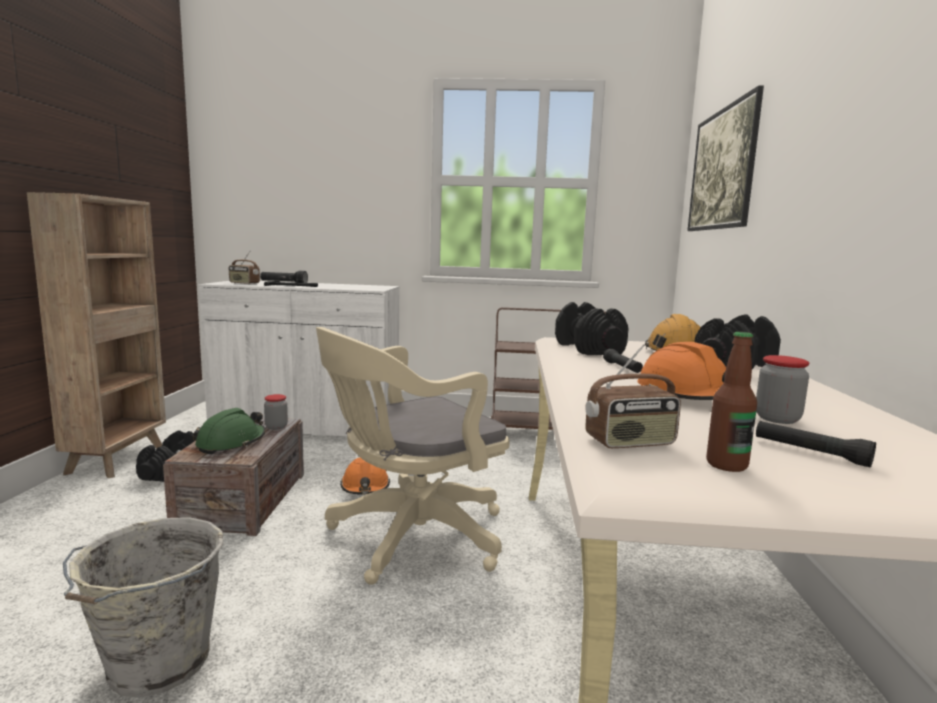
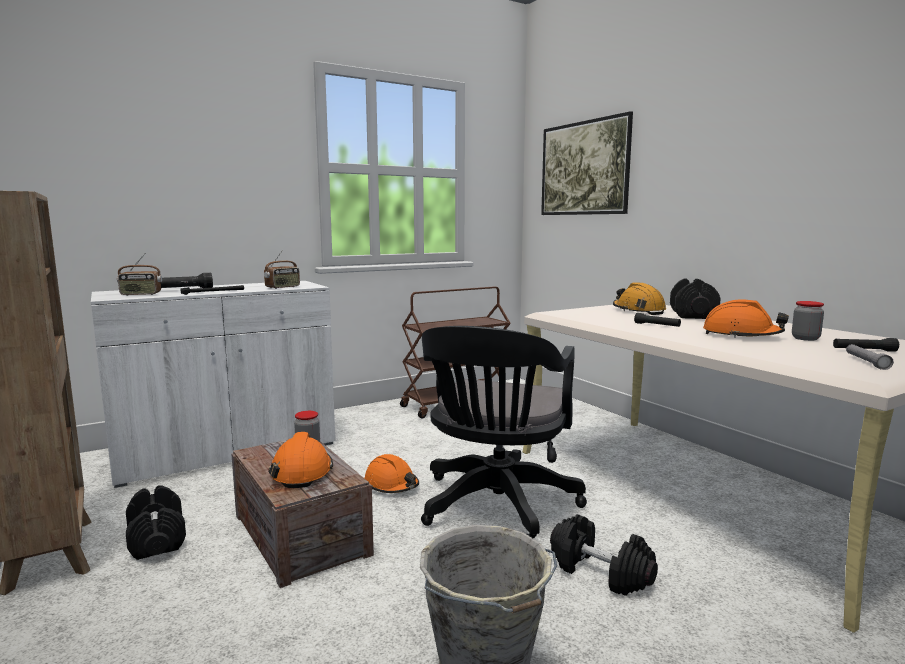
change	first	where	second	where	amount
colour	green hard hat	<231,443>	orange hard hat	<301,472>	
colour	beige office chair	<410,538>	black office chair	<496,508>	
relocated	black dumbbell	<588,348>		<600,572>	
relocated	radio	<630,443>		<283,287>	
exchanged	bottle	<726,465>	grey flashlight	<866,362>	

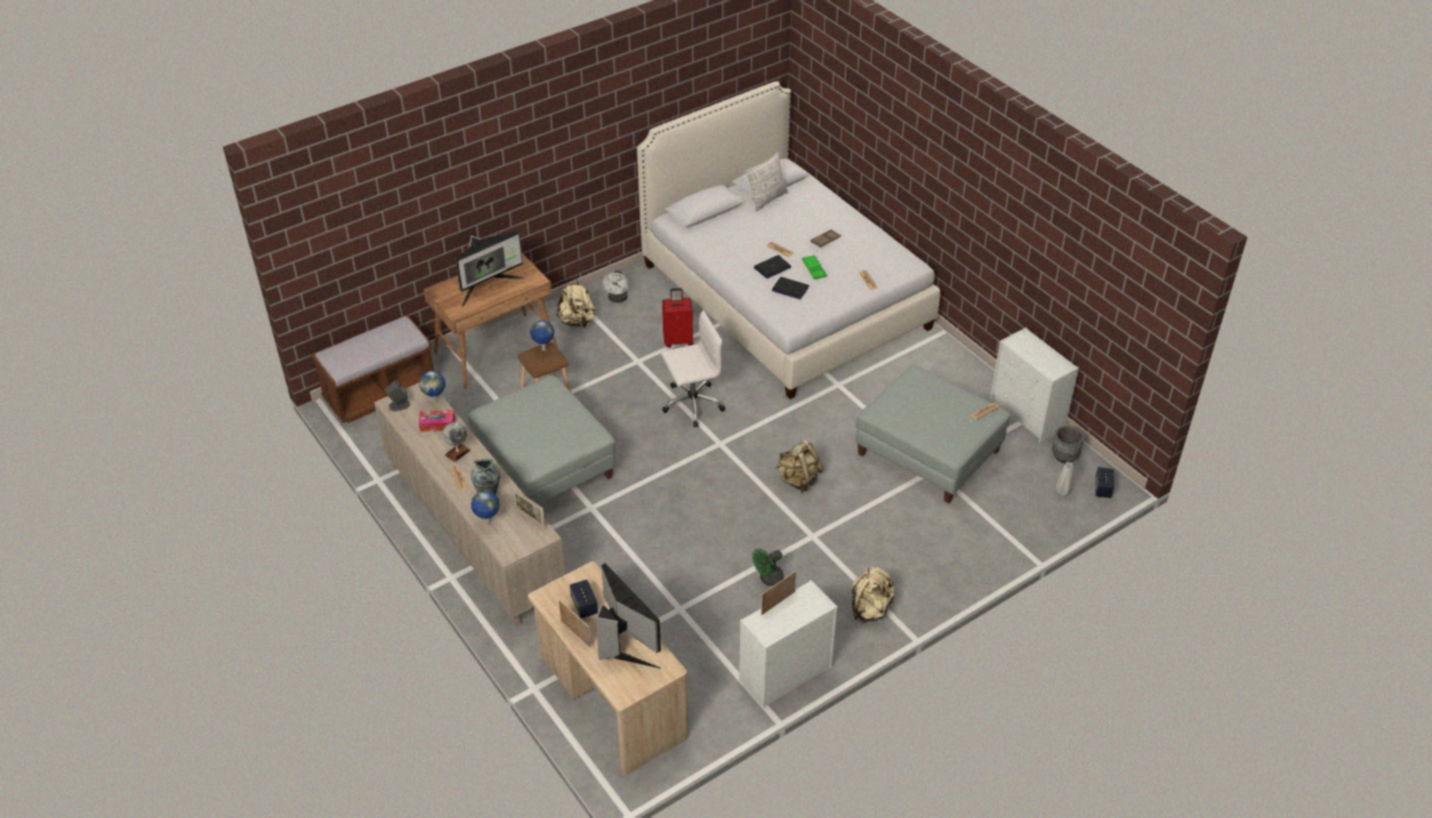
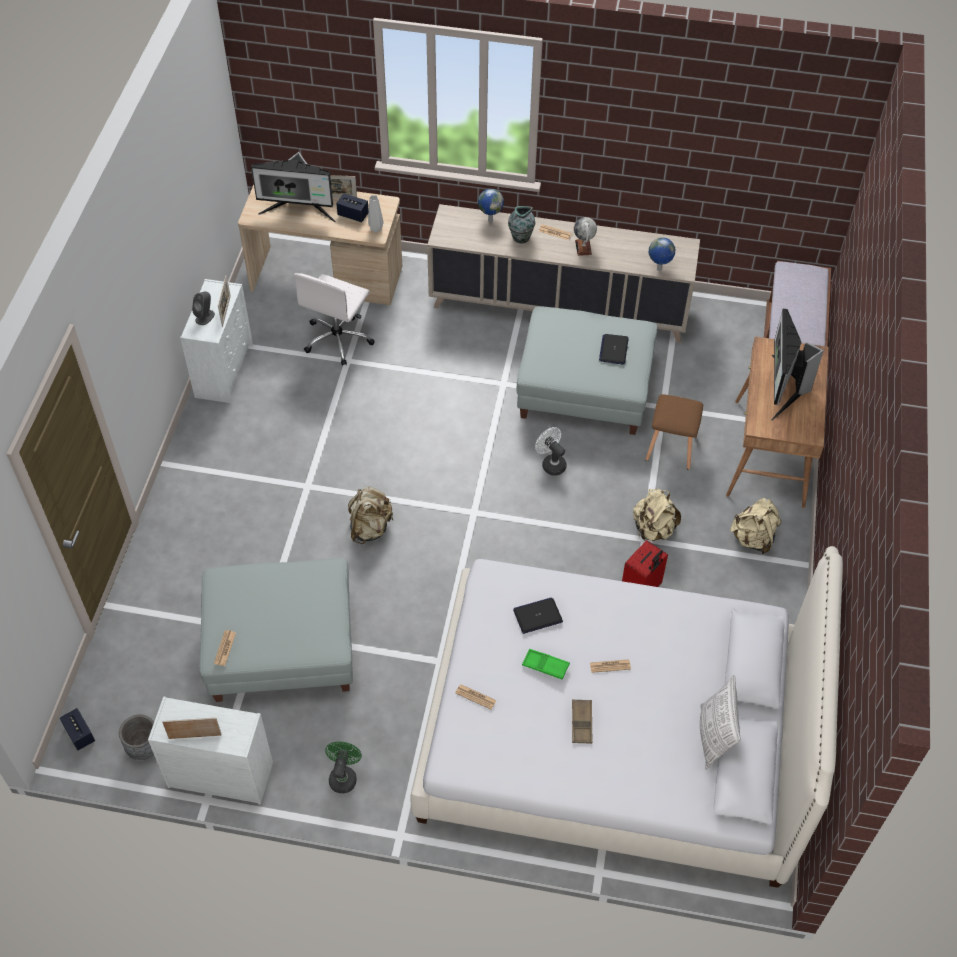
change	first	where	second	where	amount
relocated	grey speaker	<399,405>		<205,317>	
missing	tissue box	<437,425>			
relocated	picture frame	<529,519>		<195,736>	
missing	globe	<544,350>			
relocated	white fan	<617,299>		<551,463>	
relocated	white office chair	<691,404>		<338,339>	
relocated	green fan	<768,579>		<343,776>	
relocated	laptop	<772,267>		<613,349>	
relocated	beige backpack	<870,609>		<653,529>	
relocated	grey vase	<1062,492>		<375,229>	

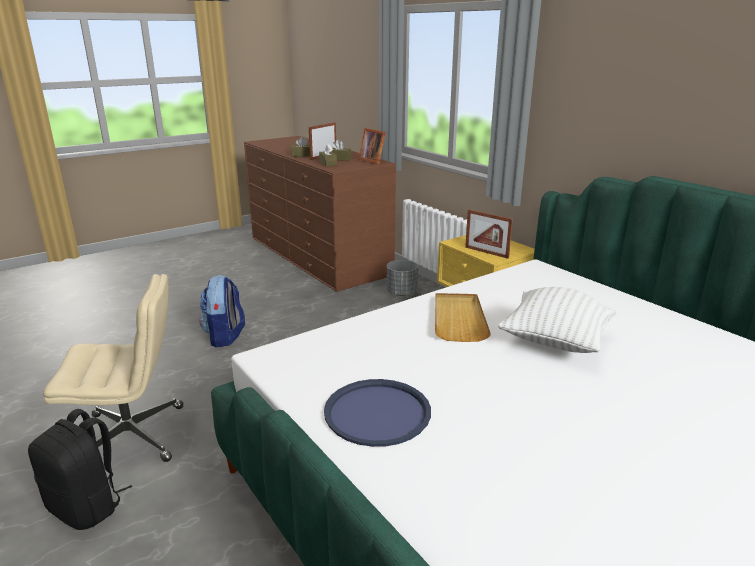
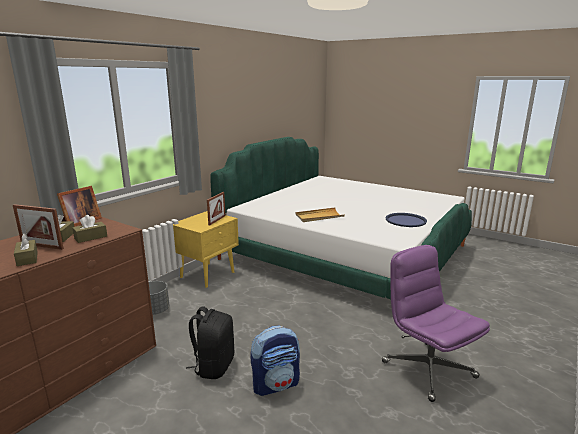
change	first	where	second	where	amount
relocated	black backpack	<87,507>		<214,366>	
colour	beige office chair	<132,437>	purple office chair	<427,369>	
missing	white pillow	<554,342>			

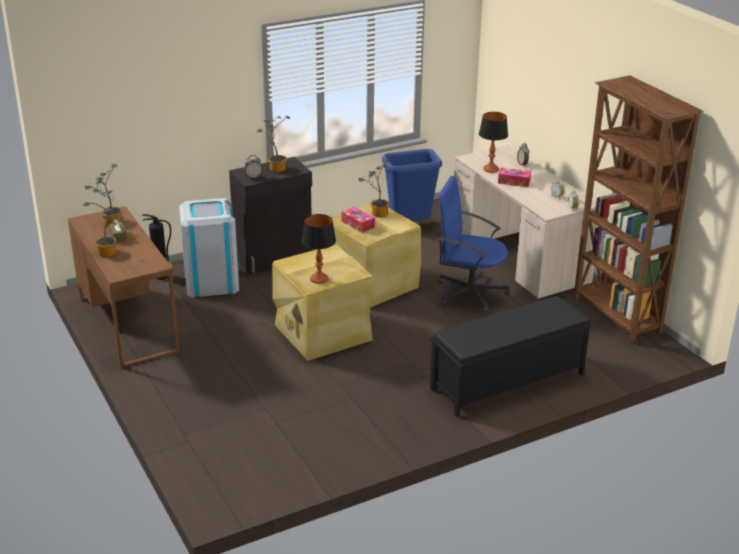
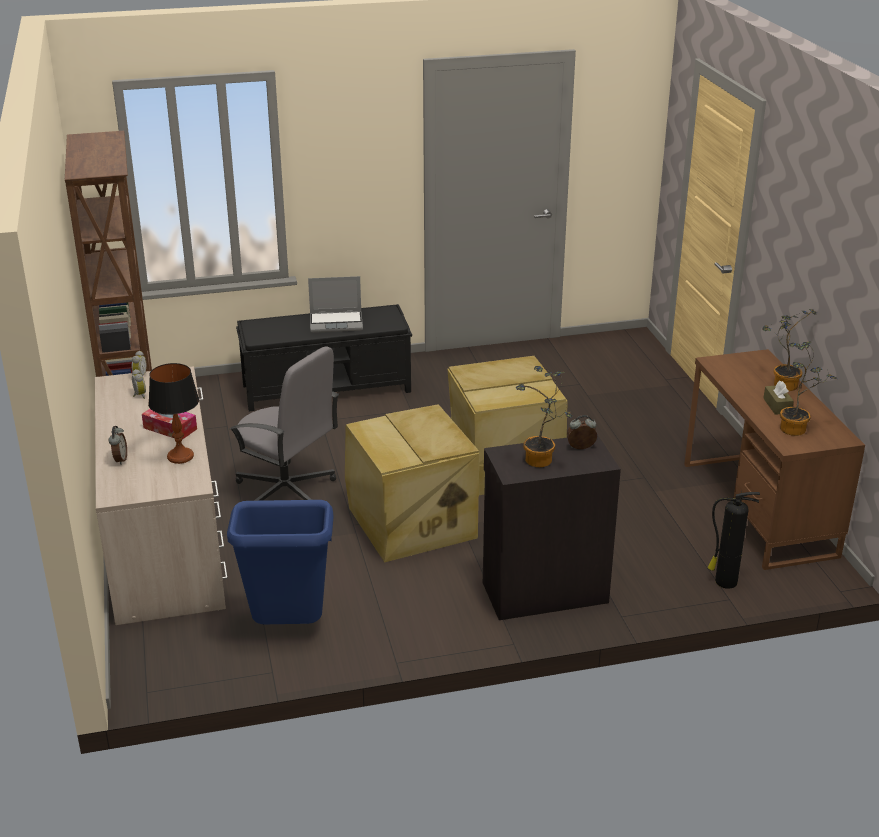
change	first	where	second	where	amount
missing	grey trash can	<211,282>			
missing	table lamp	<319,279>			
missing	tissue box	<358,224>			
missing	potted plant	<377,213>			
colour	blue office chair	<469,292>	grey office chair	<286,491>	
appeared			laptop	<337,322>	

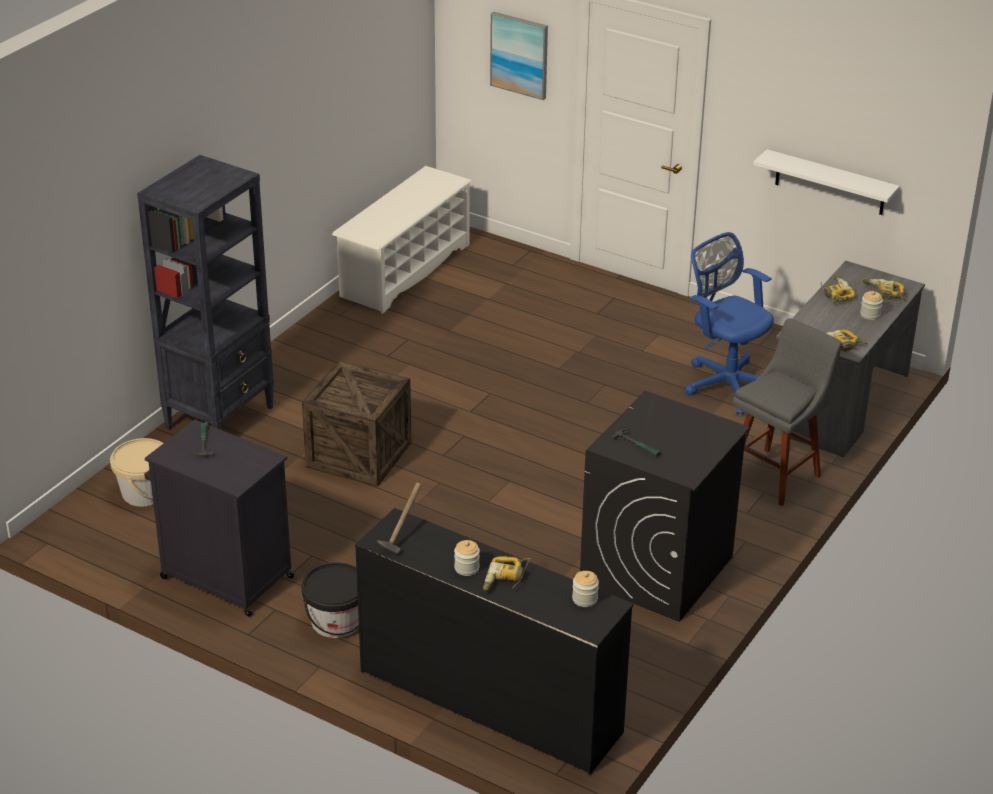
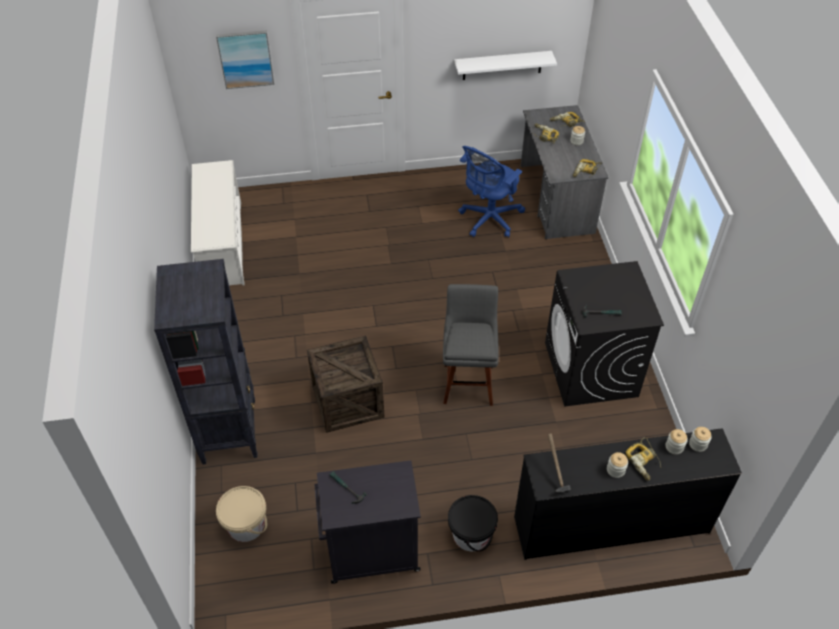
change	first	where	second	where	amount
spun	blue office chair	<726,383>		<488,220>	60 degrees counterclockwise
relocated	grey stool	<777,475>		<468,381>	
appeared			jar	<674,447>	

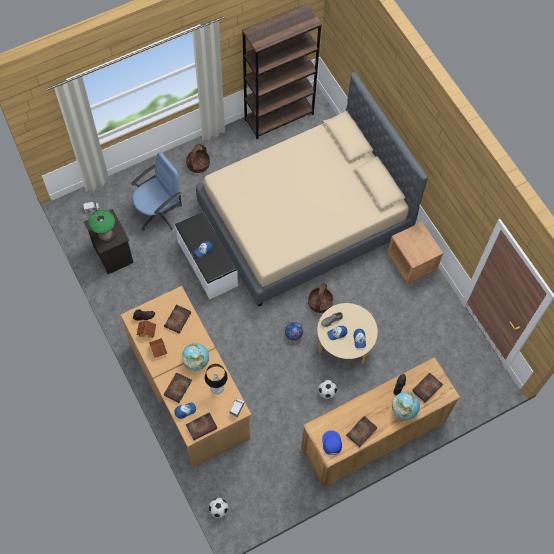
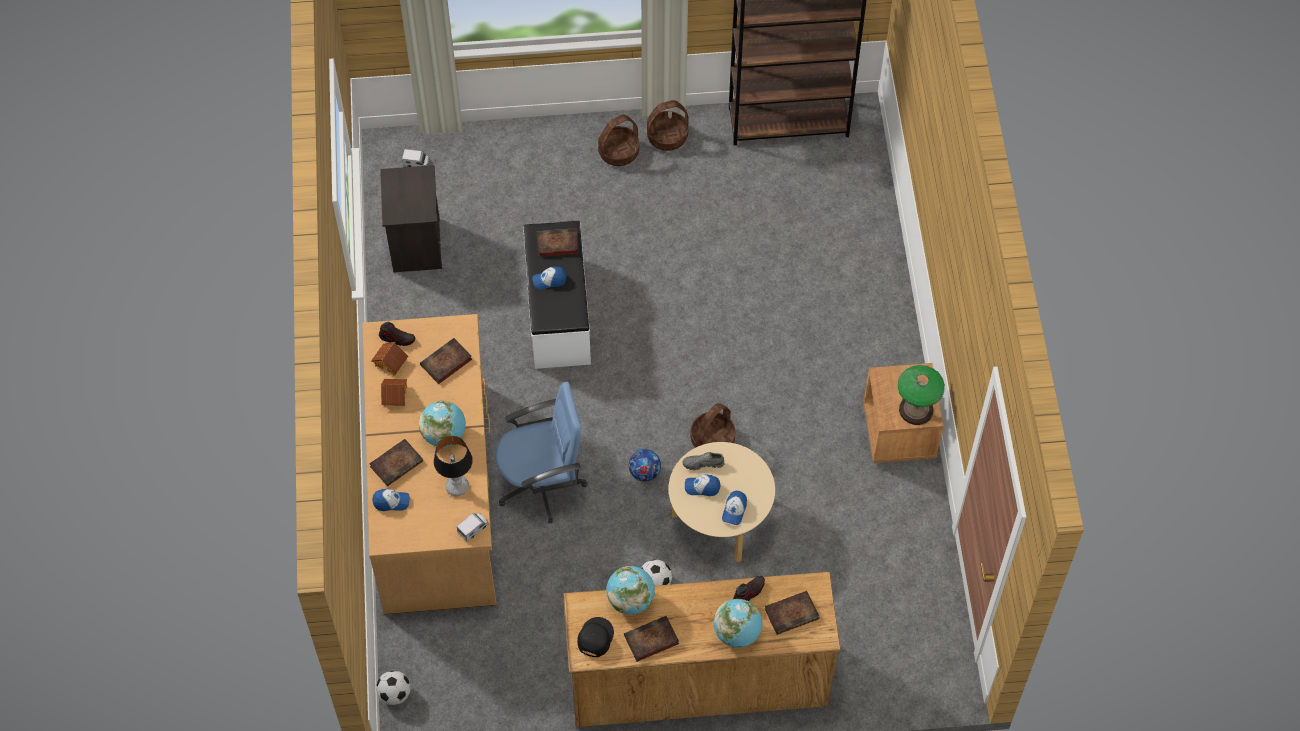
change	first	where	second	where	amount
relocated	table lamp	<105,234>		<916,410>	
relocated	blue office chair	<159,212>		<542,483>	
relocated	book	<201,427>		<556,244>	
missing	beige bed	<304,219>			
colour	blue cap	<331,443>	black cap	<595,637>	
appeared			globe	<630,600>	
appeared			basket	<667,136>	

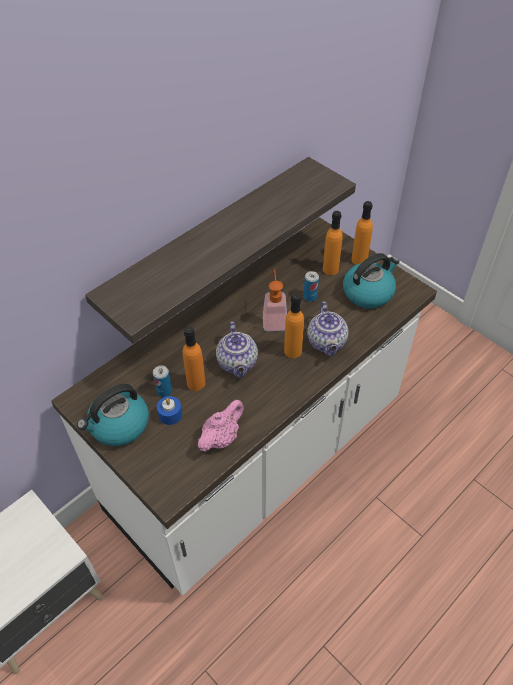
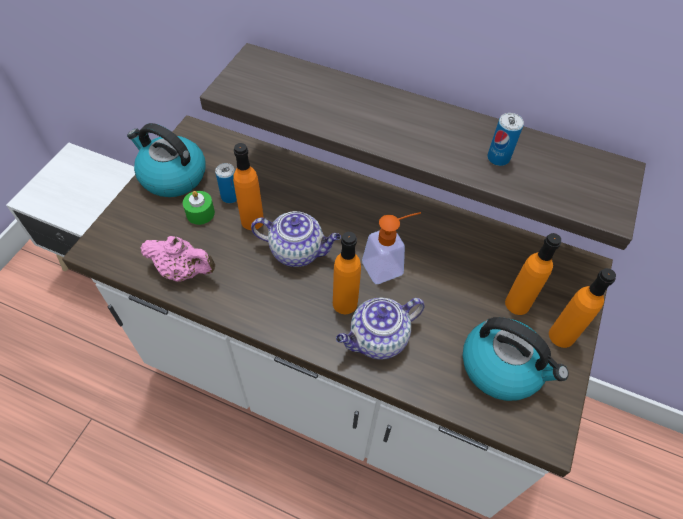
change	first	where	second	where	amount
colour	blue candle	<170,414>	green candle	<200,213>	
spun	teapot	<238,363>		<298,251>	135 degrees counterclockwise
relocated	can	<310,297>		<498,158>	

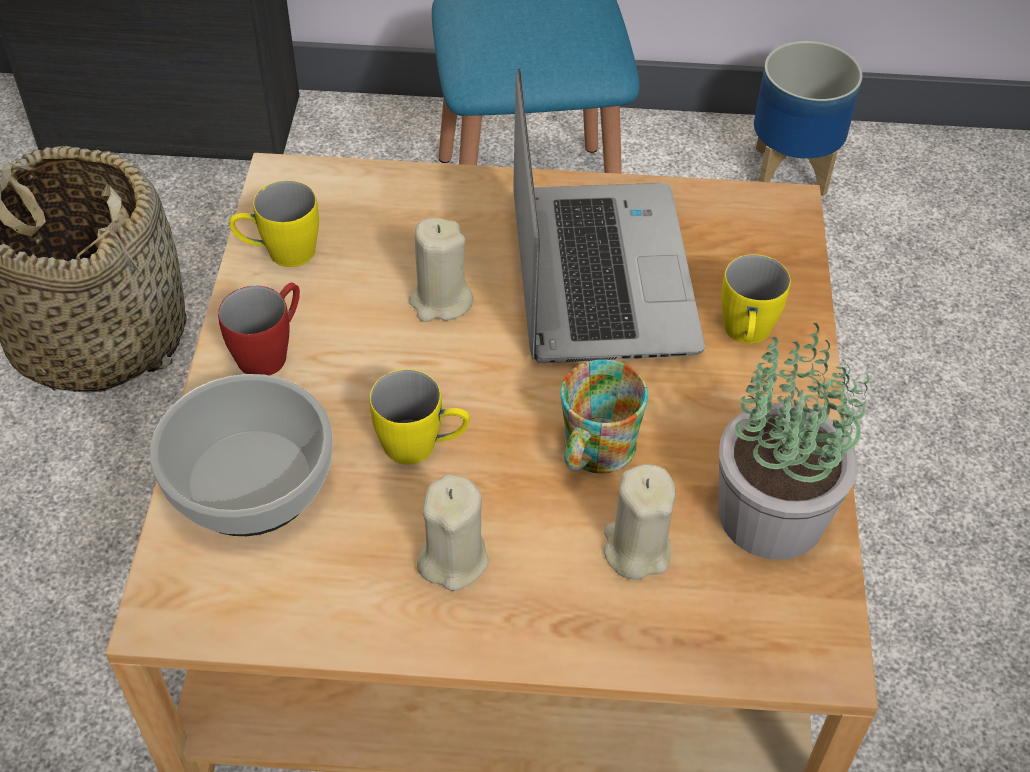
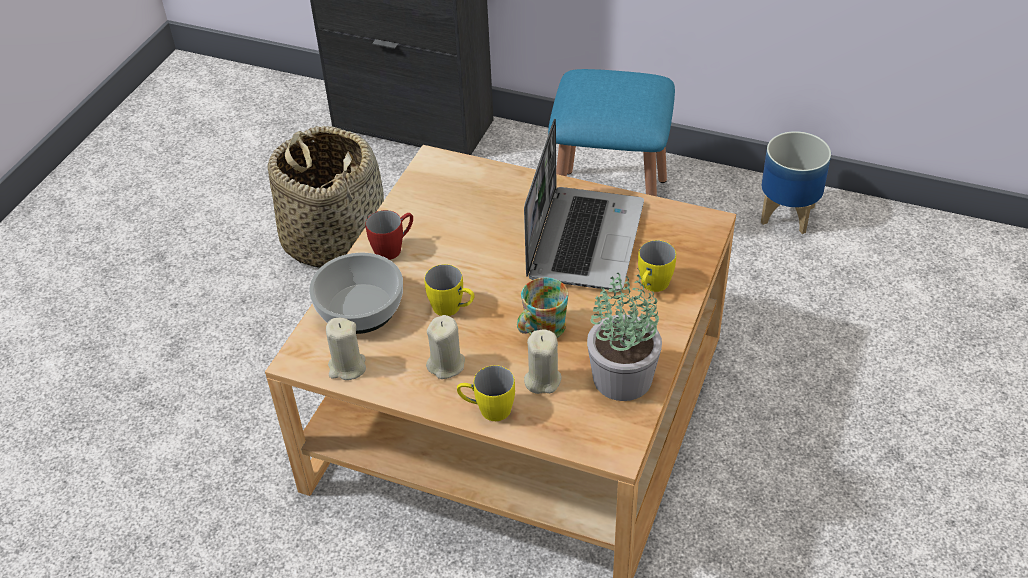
change	first	where	second	where	amount
relocated	yellow mug	<280,253>		<487,410>	
relocated	beige candle	<440,301>		<347,367>	

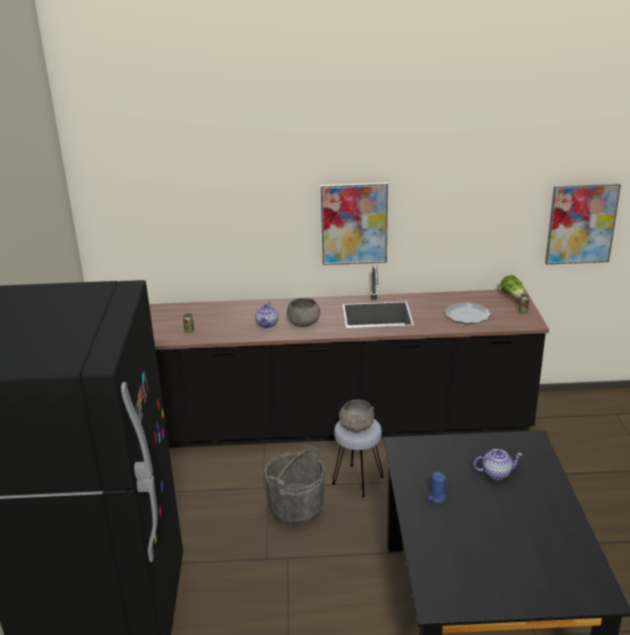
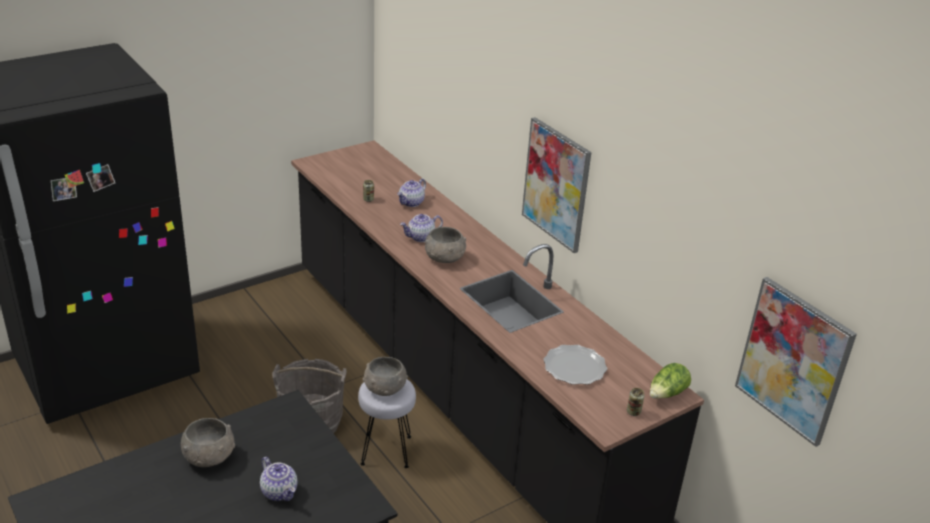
change	first	where	second	where	amount
exchanged	blue candle	<437,497>	grey bowl	<209,457>	
appeared			teapot	<411,203>	

